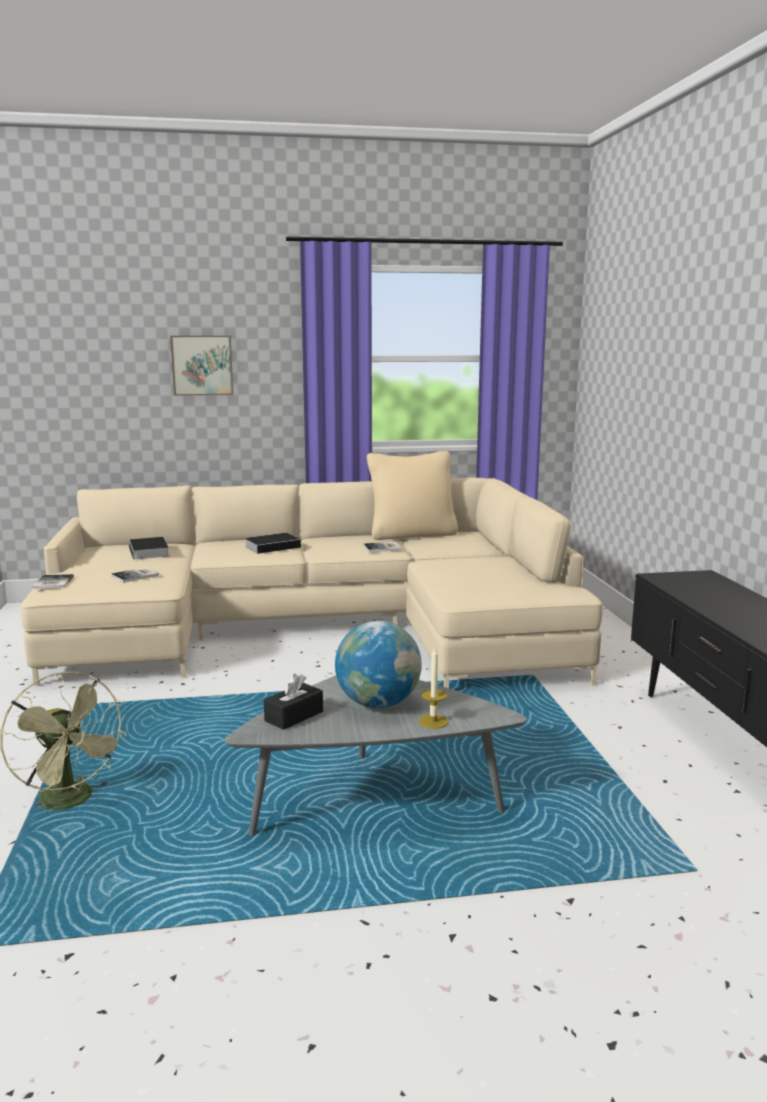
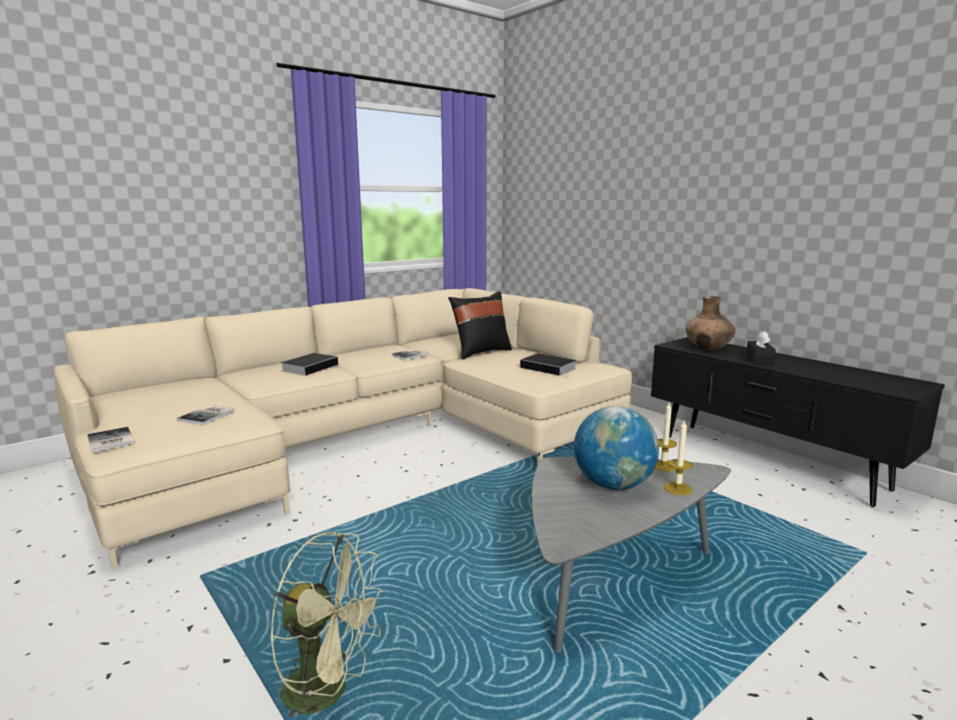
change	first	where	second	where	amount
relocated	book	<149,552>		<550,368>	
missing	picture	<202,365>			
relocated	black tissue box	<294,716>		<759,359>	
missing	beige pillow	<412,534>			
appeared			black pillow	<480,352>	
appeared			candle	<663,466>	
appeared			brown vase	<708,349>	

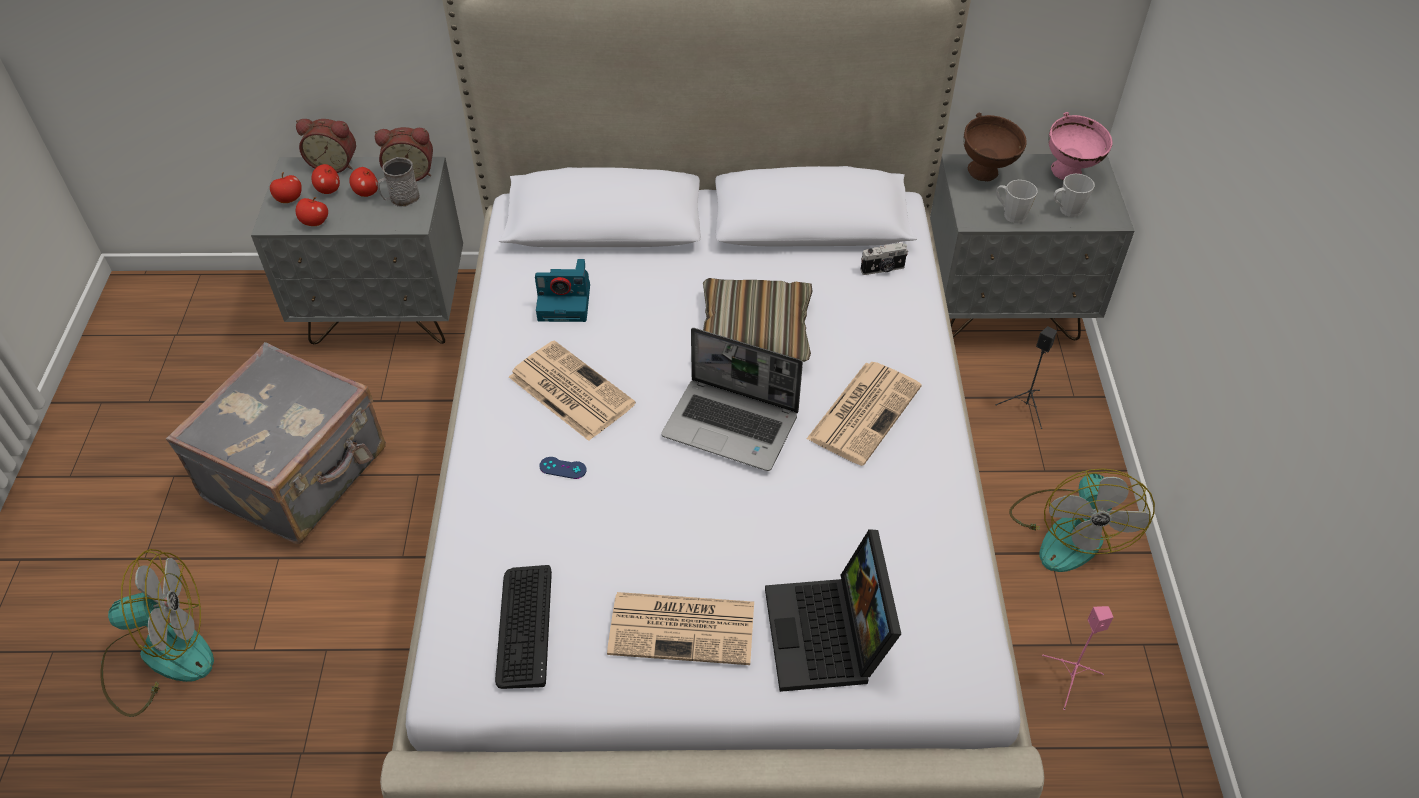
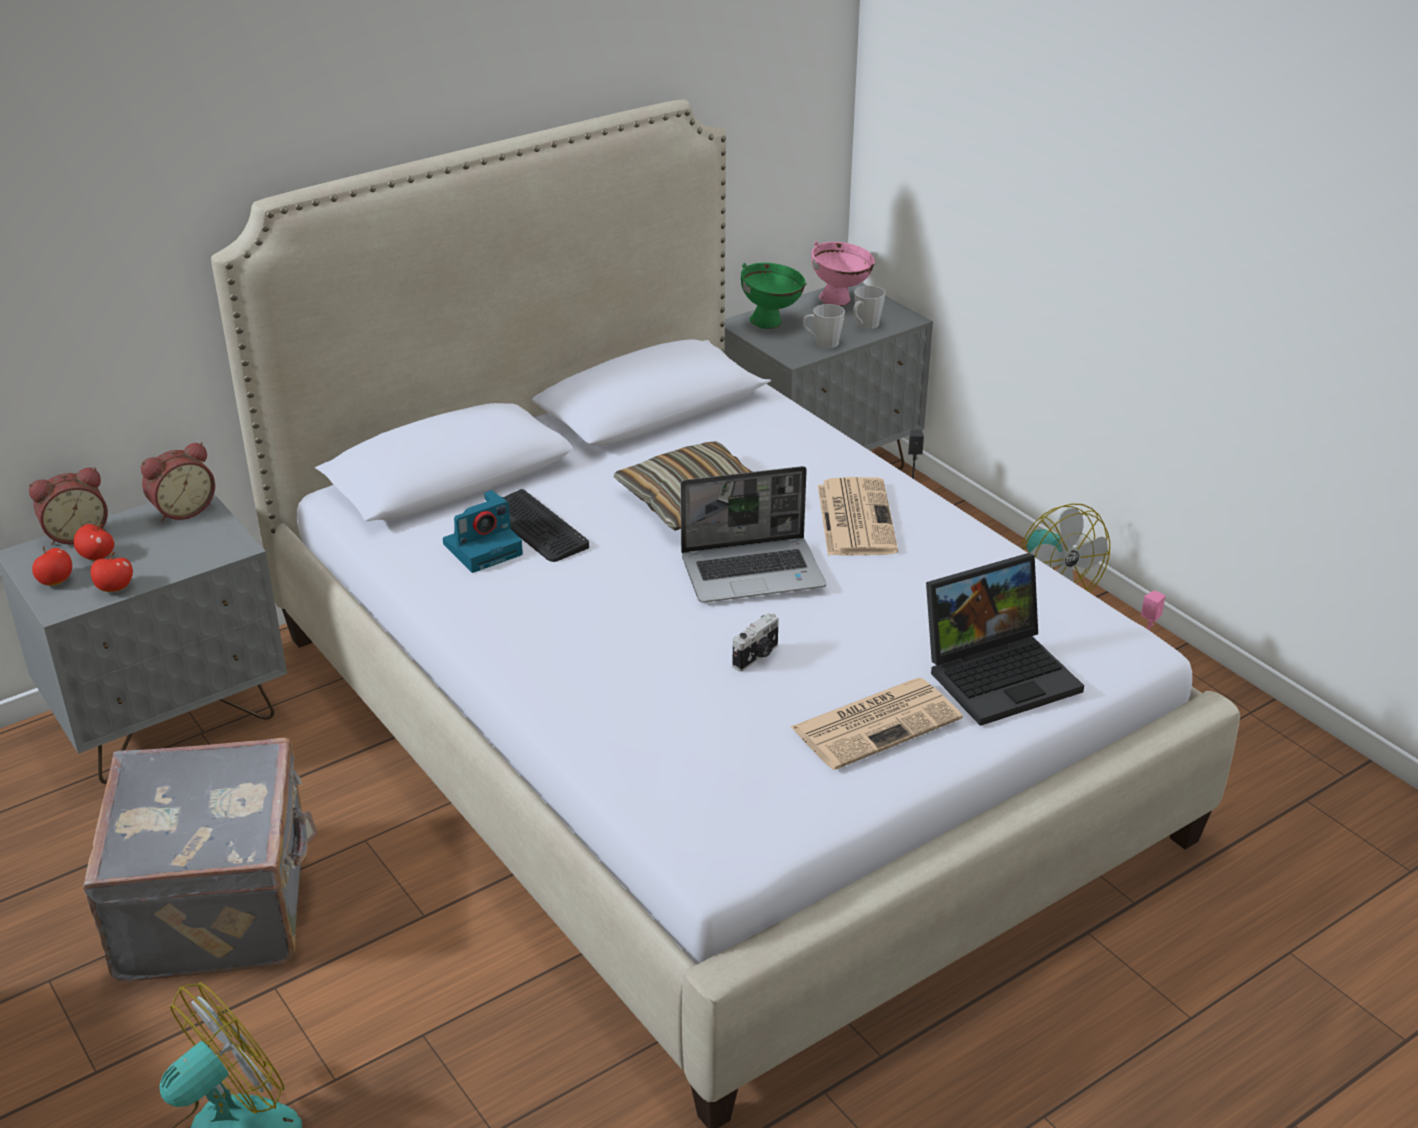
change	first	where	second	where	amount
missing	apple	<366,193>			
missing	grey mug	<400,199>			
relocated	keyboard	<524,626>		<536,528>	
missing	newspaper	<569,390>			
missing	blue game controller	<563,468>			
spun	laptop	<829,637>		<1001,673>	75 degrees counterclockwise
relocated	photo camera	<883,269>		<757,656>	
colour	brown bowl	<987,175>	green bowl	<773,323>	

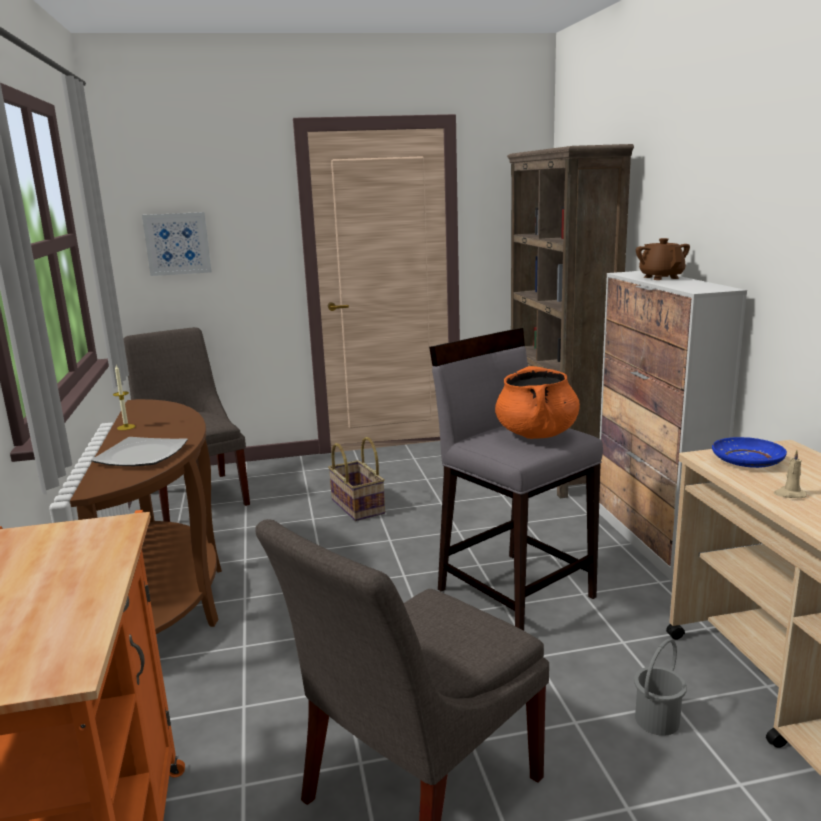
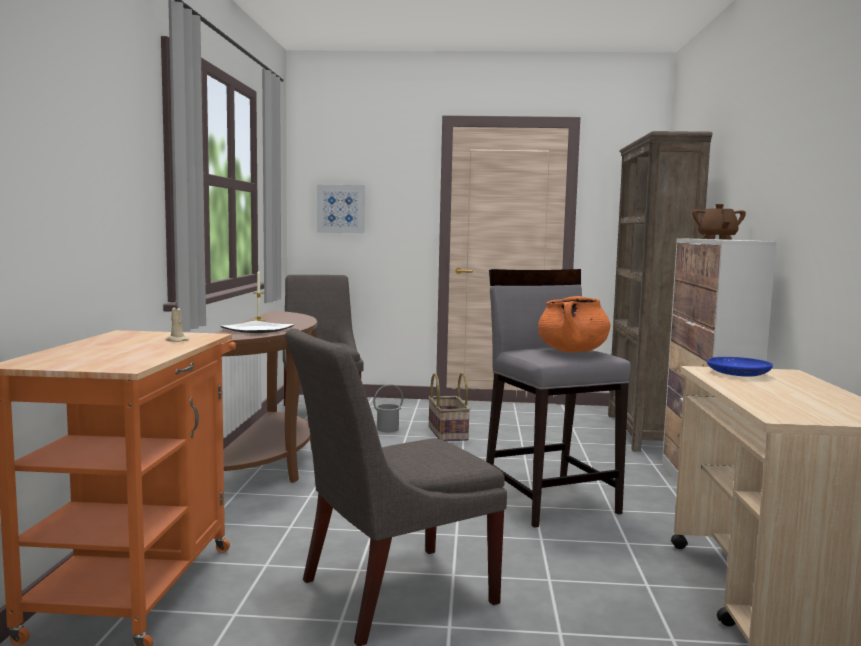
change	first	where	second	where	amount
relocated	grey bucket	<658,720>		<388,429>	
relocated	beige candle	<789,494>		<176,340>	

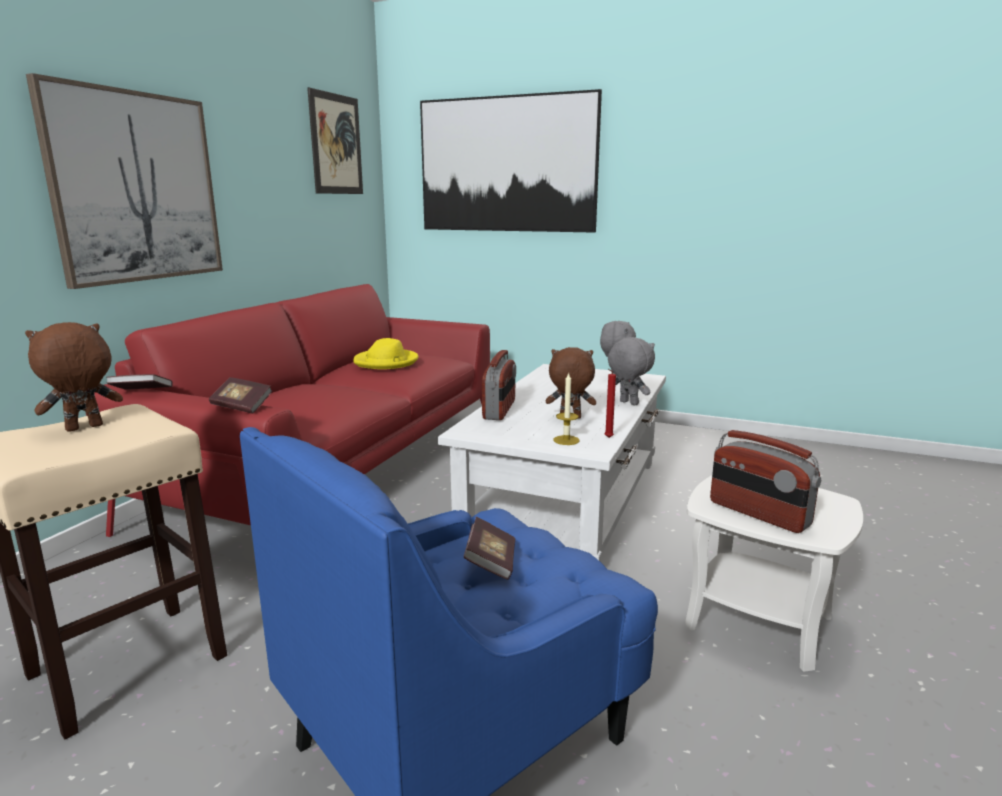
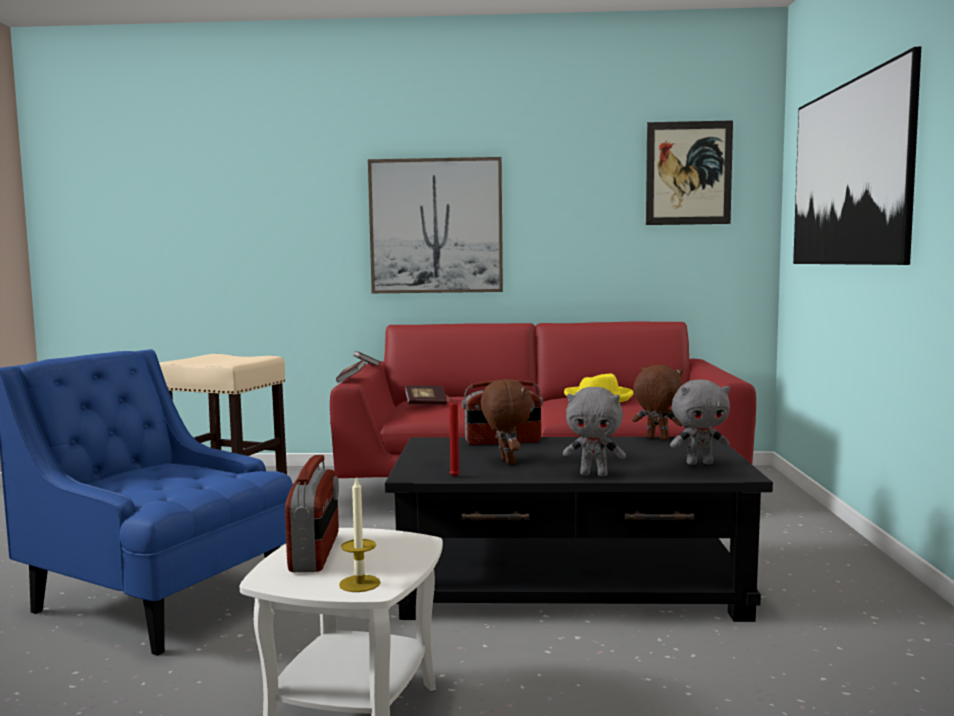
change	first	where	second	where	amount
relocated	brown plush toy	<84,428>		<656,438>	
colour	white coffee table	<566,499>	black coffee table	<570,585>	
relocated	book	<491,562>		<425,404>	
relocated	candle	<566,440>		<359,583>	
spun	grey plush toy	<628,403>		<594,474>	75 degrees clockwise
spun	radio	<758,514>		<316,552>	150 degrees clockwise

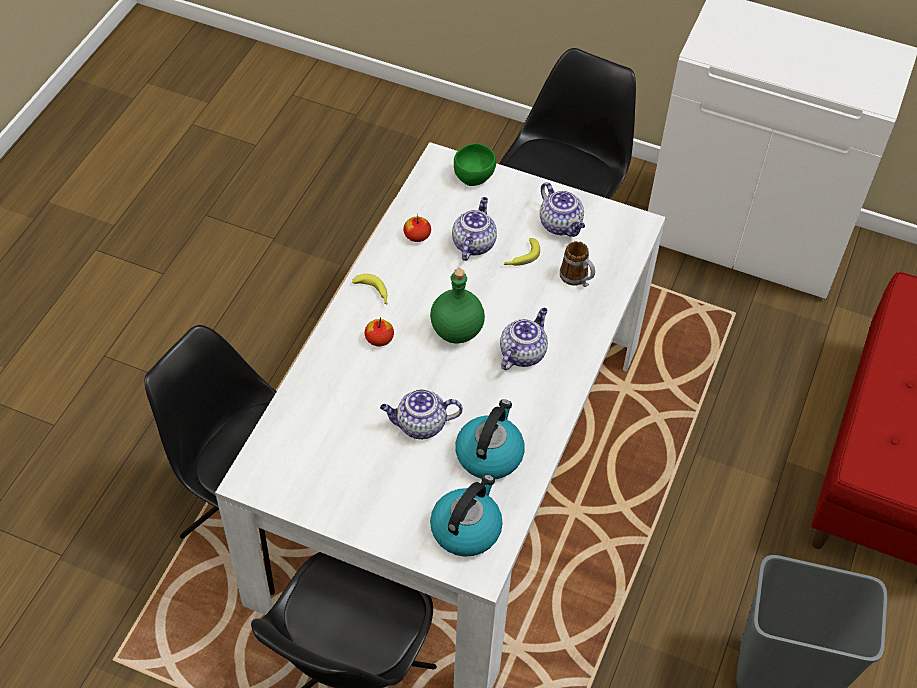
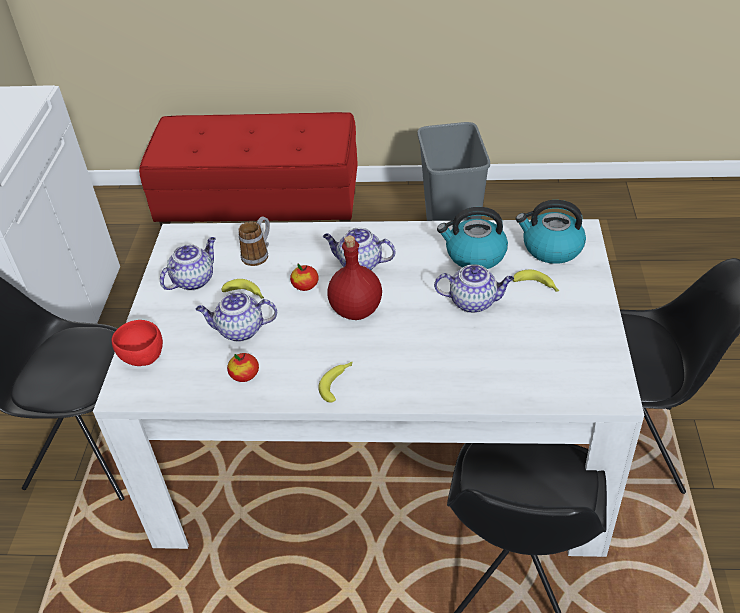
change	first	where	second	where	amount
relocated	apple	<379,339>		<305,285>	
spun	teapot	<420,425>		<474,302>	60 degrees counterclockwise
colour	green bottle	<457,331>	red bottle	<355,310>	
colour	green bowl	<473,177>	red bowl	<142,358>	
appeared			banana	<537,286>	

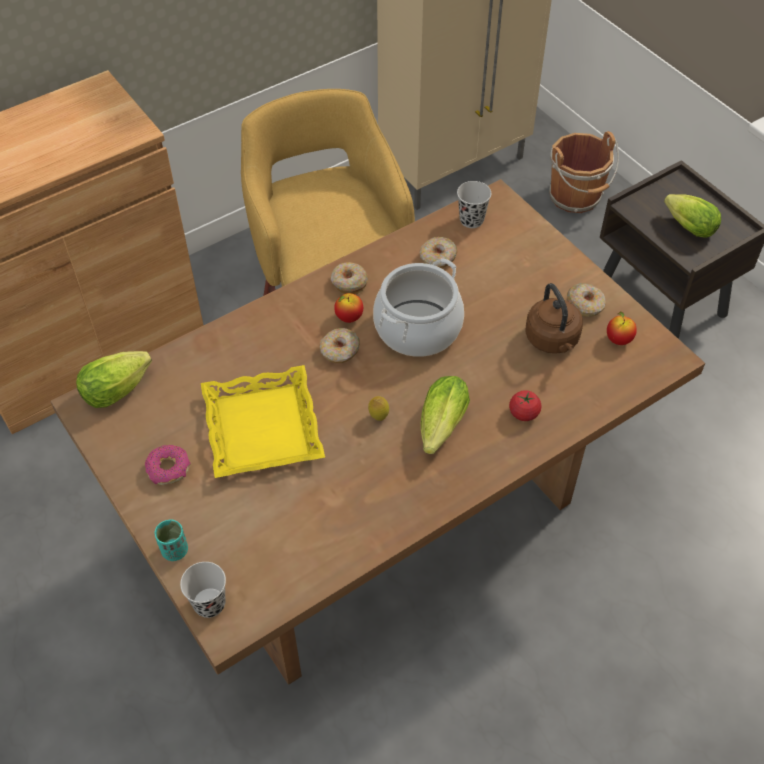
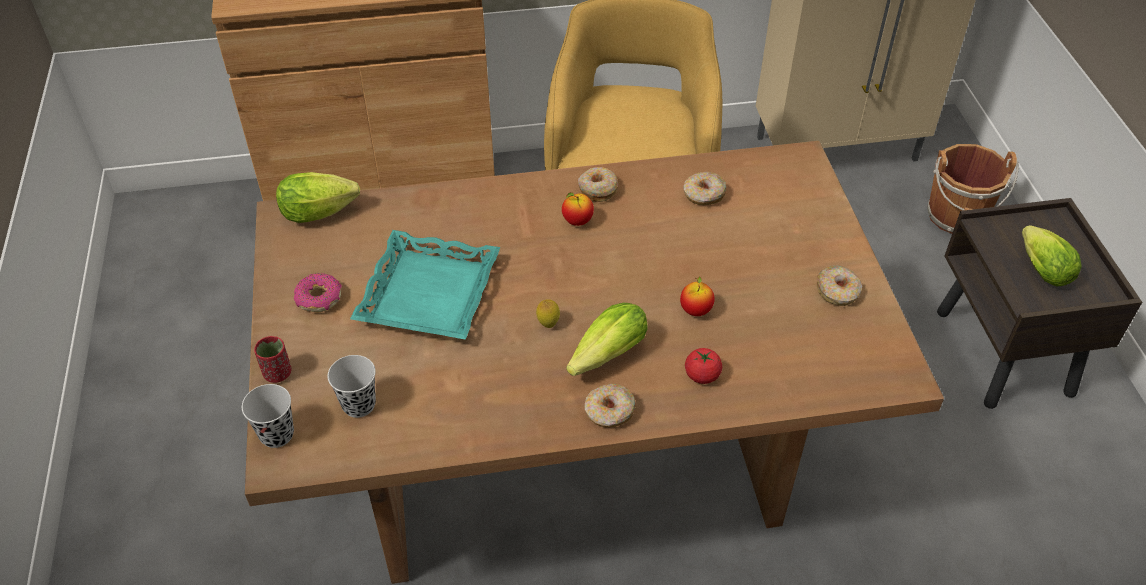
change	first	where	second	where	amount
colour	turquoise cup	<174,550>	red cup	<277,373>	
colour	yellow tray	<263,428>	turquoise tray	<430,294>	
relocated	donut	<340,351>		<609,412>	
missing	cooking pot	<417,328>			
relocated	black cup	<471,220>		<359,405>	
missing	brown kettle	<553,340>			
relocated	apple	<618,340>		<695,310>	

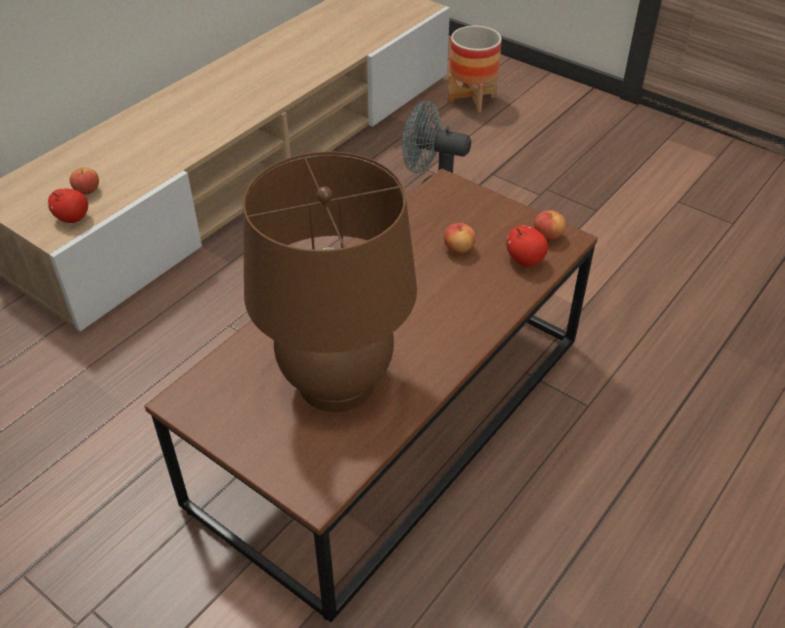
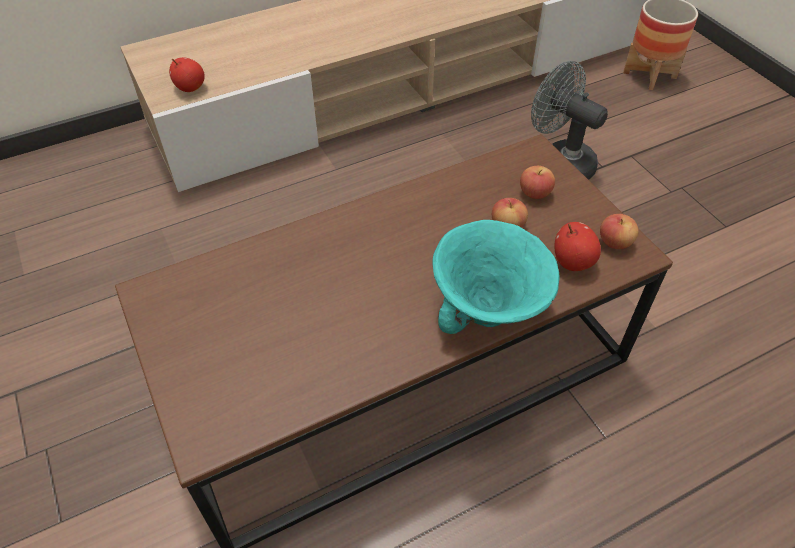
change	first	where	second	where	amount
relocated	apple	<87,190>		<535,193>	
missing	brown table lamp	<337,382>			
appeared			turquoise bowl	<490,310>	

